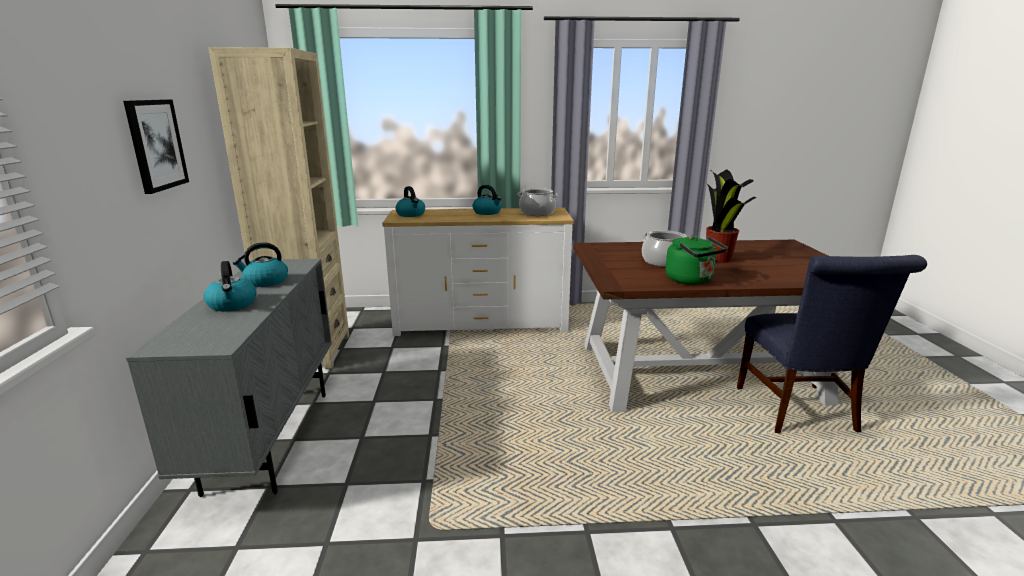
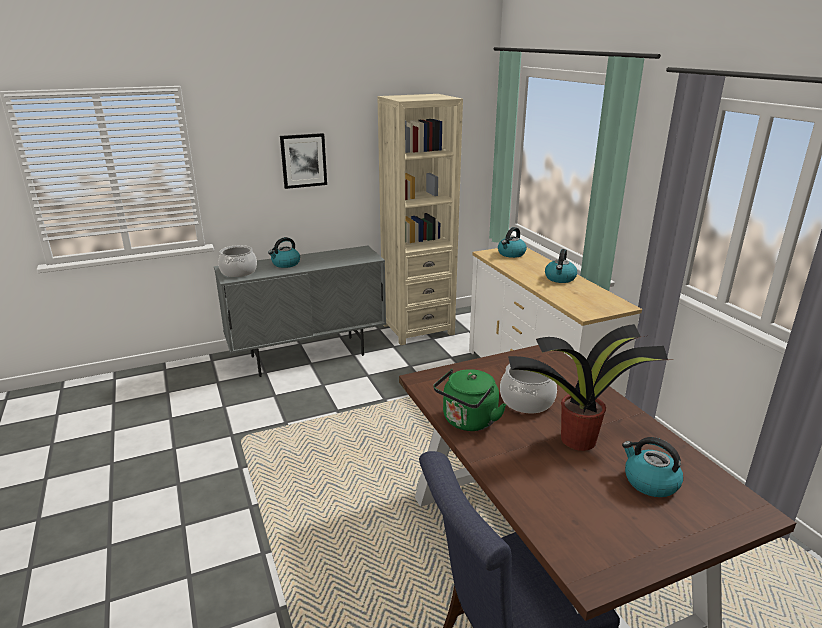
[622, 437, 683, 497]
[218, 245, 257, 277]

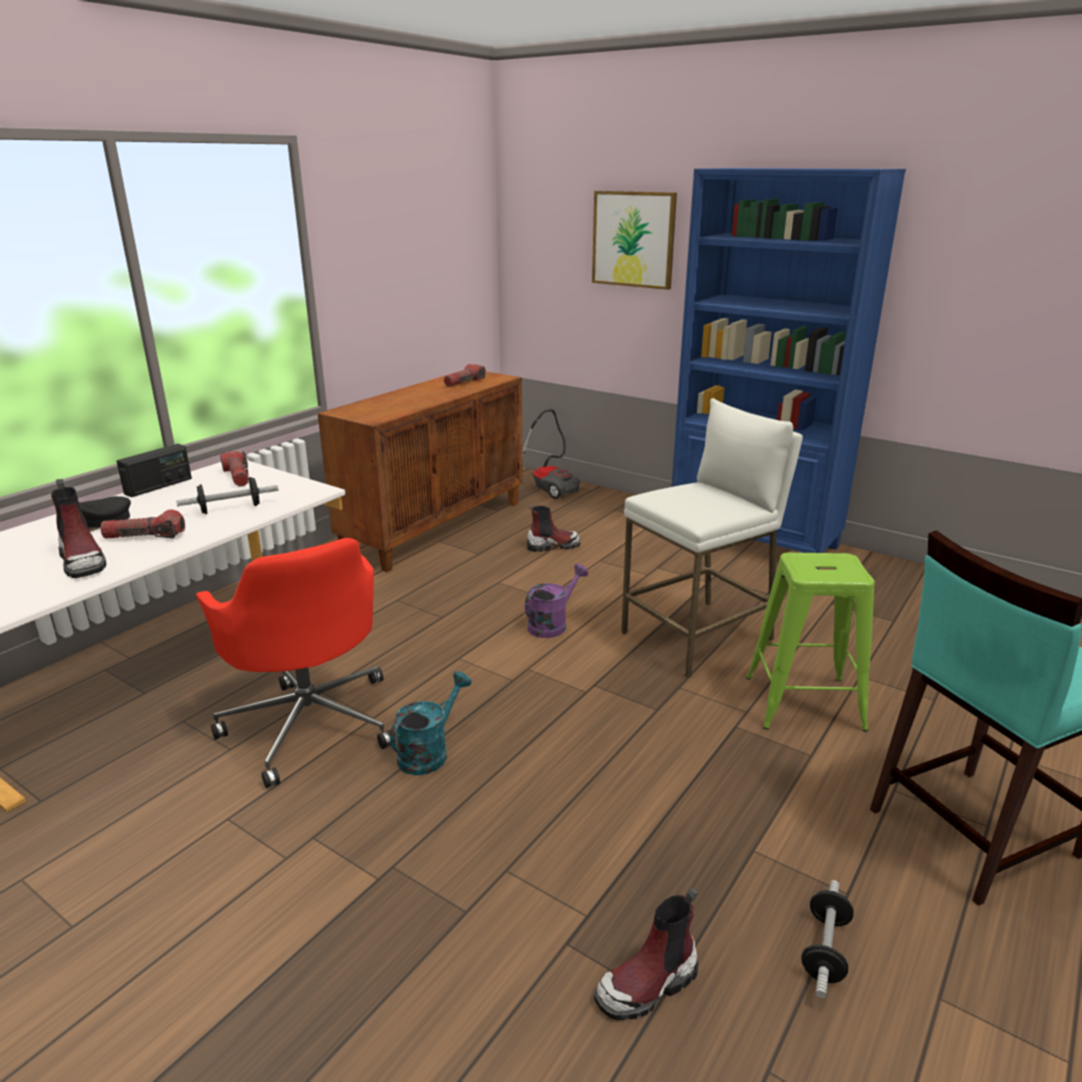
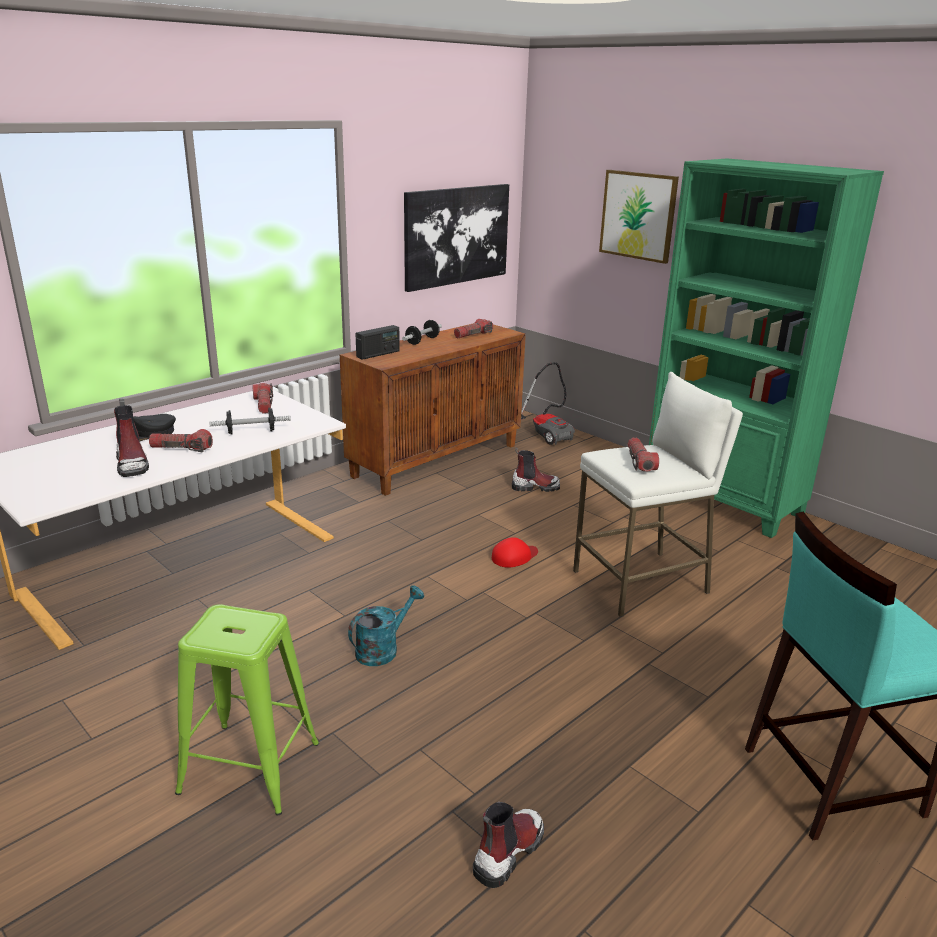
[355, 325, 400, 360]
[196, 538, 391, 788] (first image)
[492, 537, 538, 568]
[473, 802, 544, 888]
[649, 158, 884, 538]
[175, 604, 319, 815]
[402, 320, 442, 345]
[404, 184, 509, 292]
[627, 437, 659, 471]

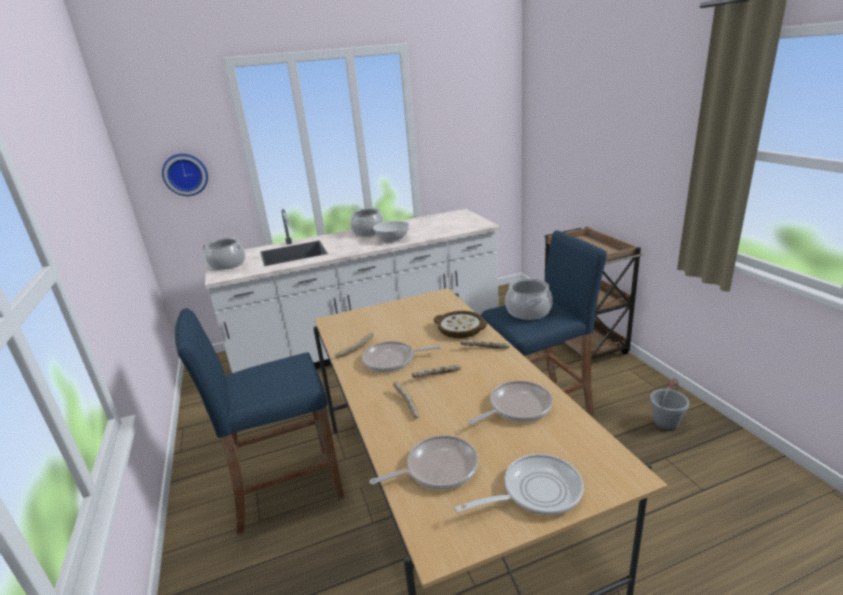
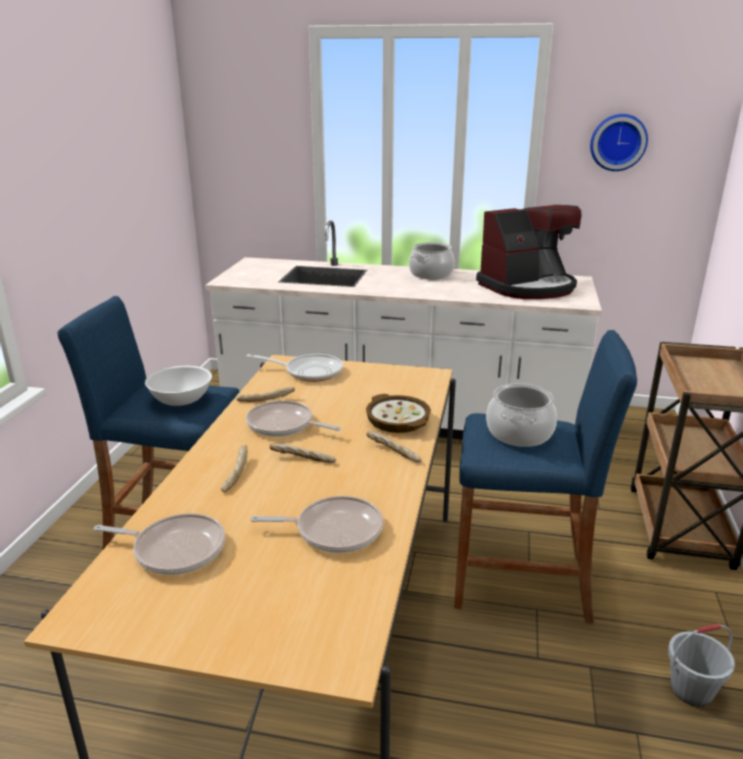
[590, 114, 648, 171]
[202, 237, 245, 270] (first image)
[145, 366, 212, 406]
[246, 354, 343, 382]
[476, 205, 581, 299]

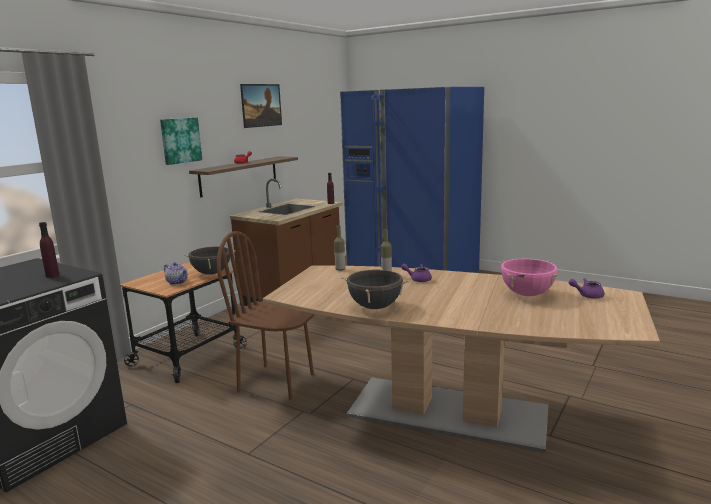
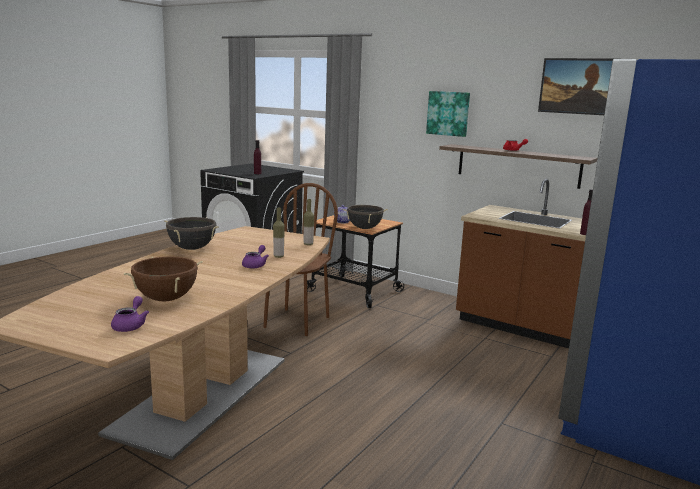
[124, 256, 203, 301]

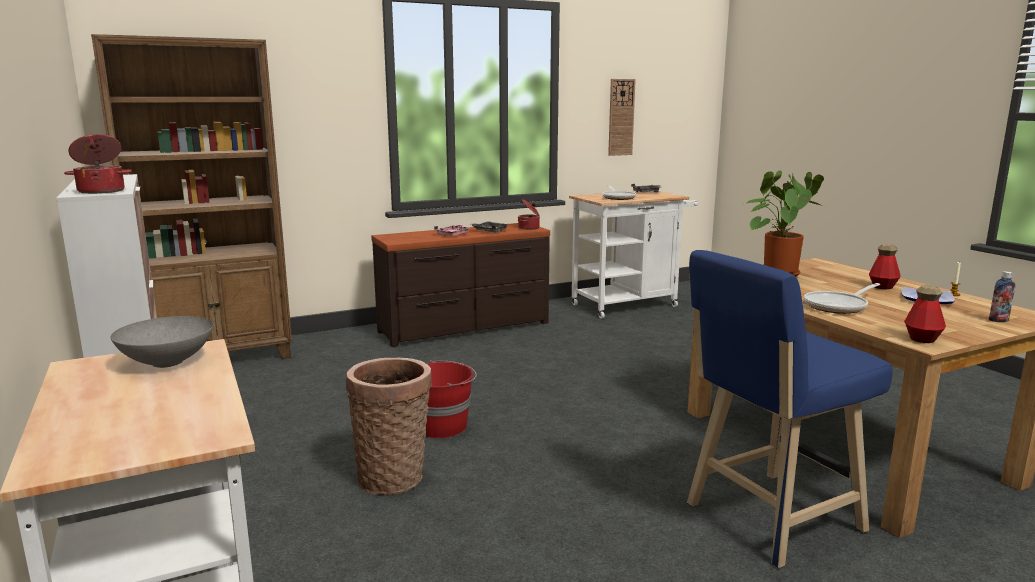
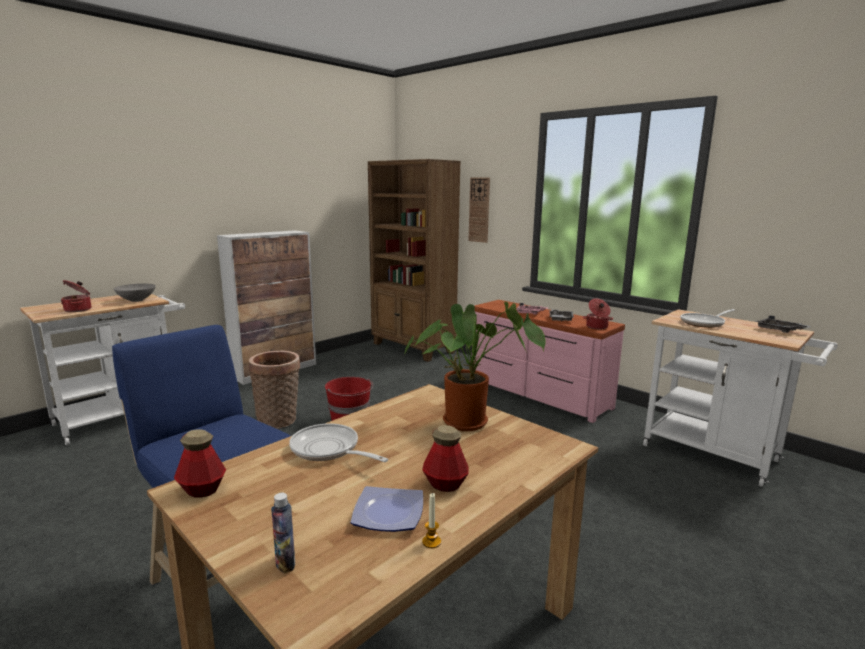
[61, 280, 91, 312]
[473, 300, 625, 423]
[468, 178, 490, 243]

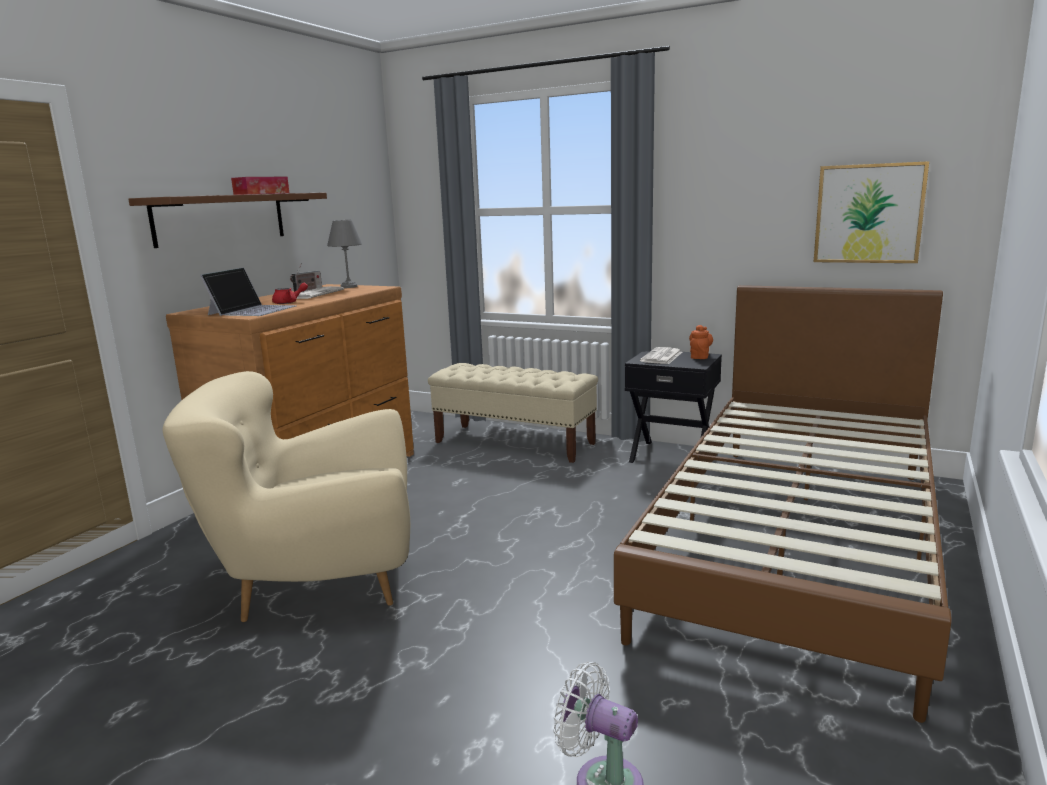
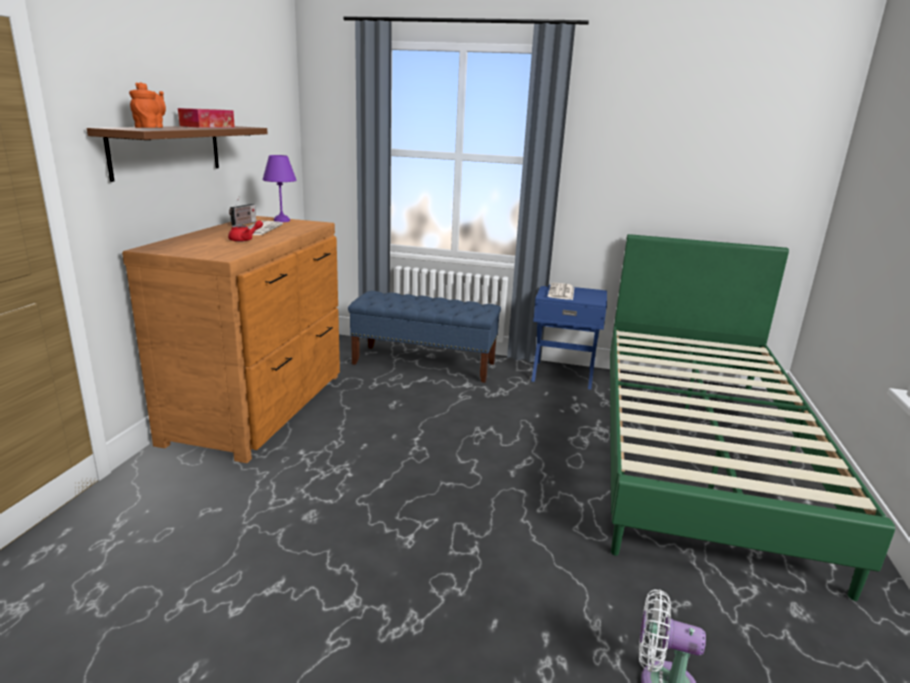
[163, 371, 410, 622] (first image)
[200, 267, 296, 316] (first image)
[262, 155, 296, 222]
[348, 291, 501, 383]
[610, 234, 895, 601]
[531, 285, 607, 390]
[129, 82, 166, 128]
[814, 161, 929, 263] (first image)

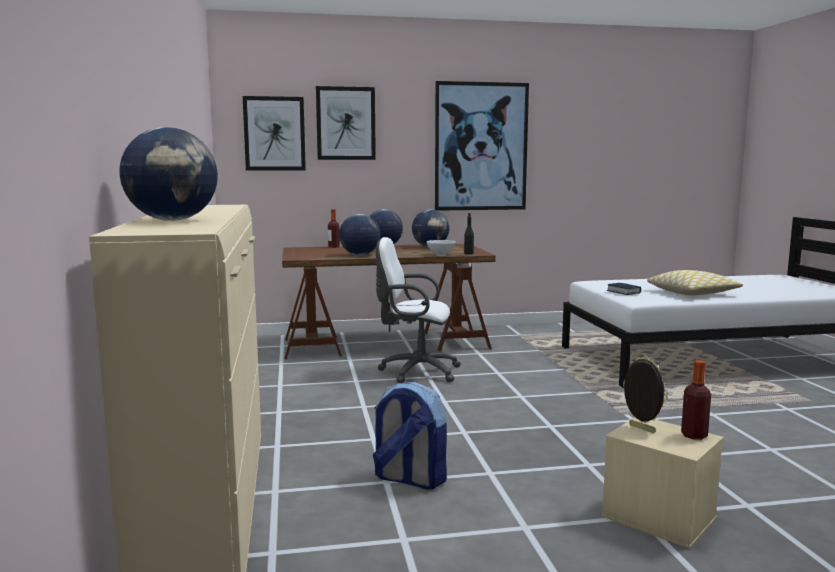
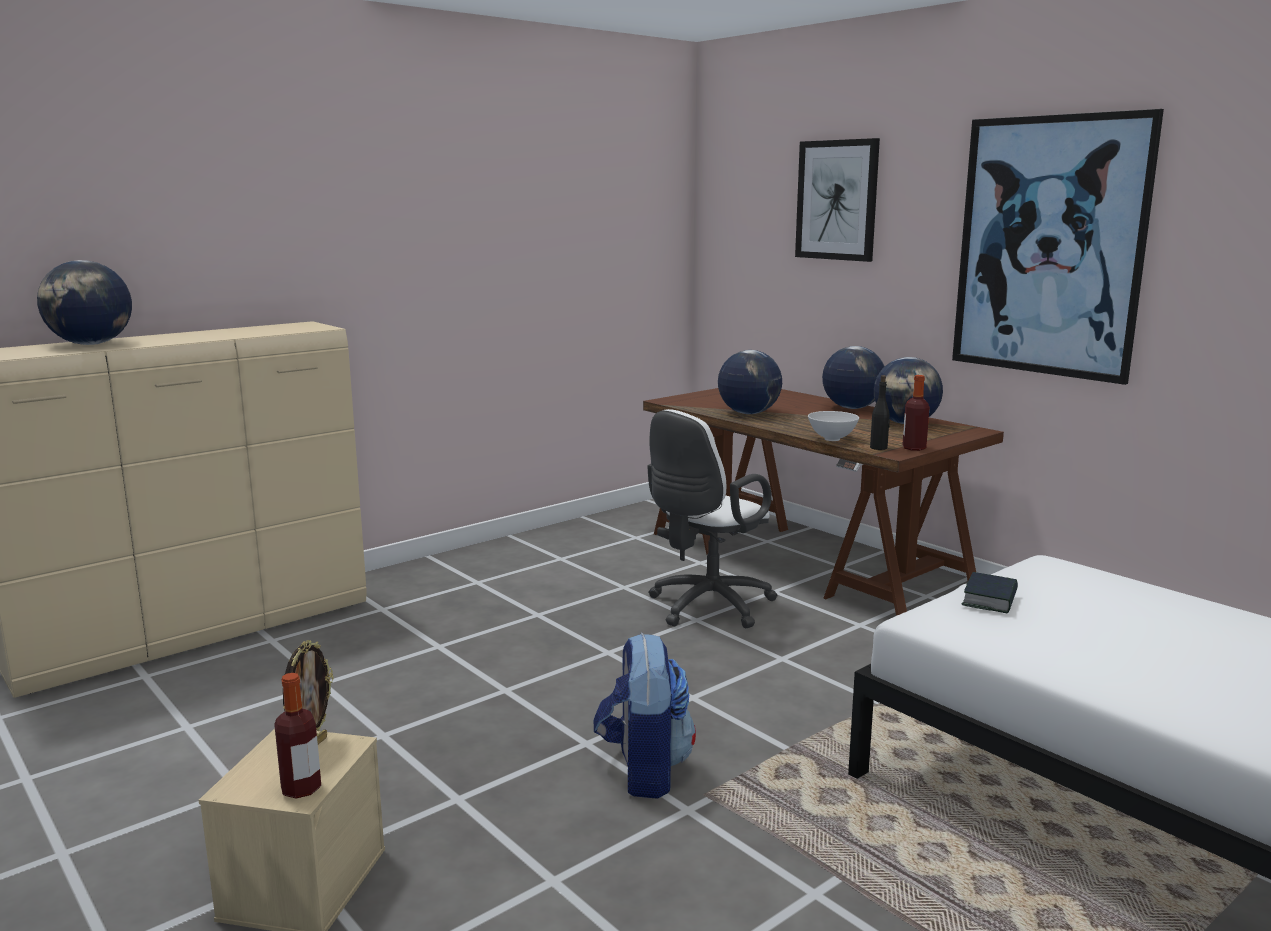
[243, 96, 306, 171] (first image)
[902, 375, 930, 451]
[593, 633, 696, 799]
[647, 409, 777, 628]
[647, 270, 743, 296] (first image)

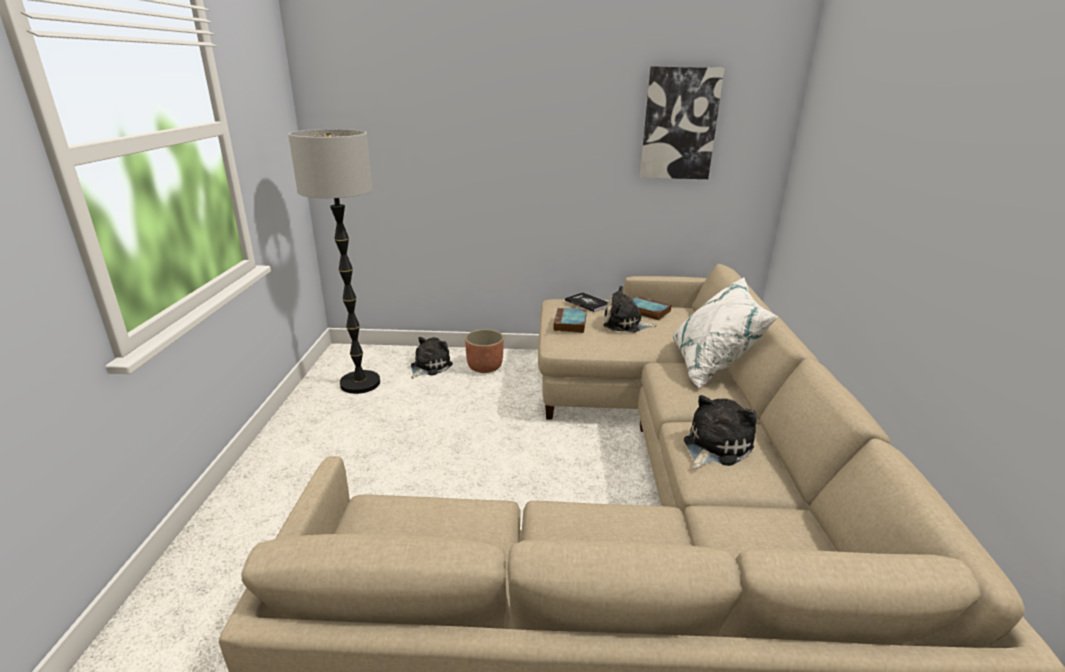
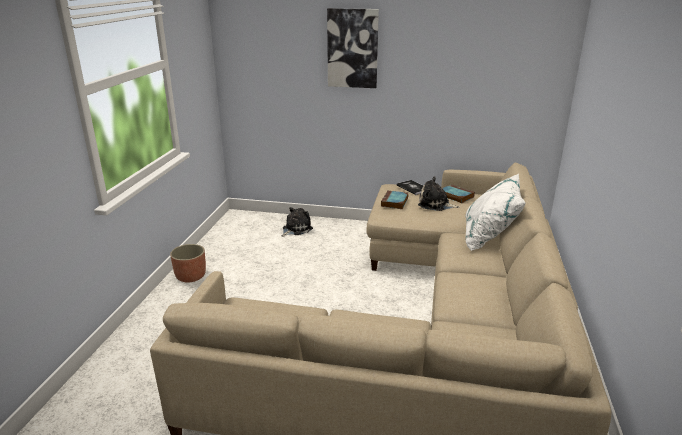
[288, 129, 380, 394] (first image)
[170, 244, 206, 282]
[327, 8, 379, 88]
[684, 395, 757, 469] (first image)

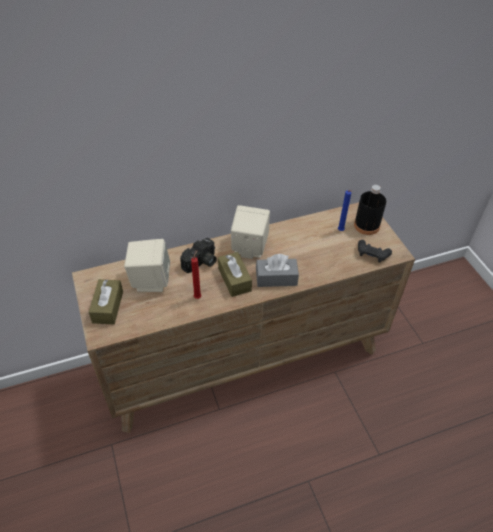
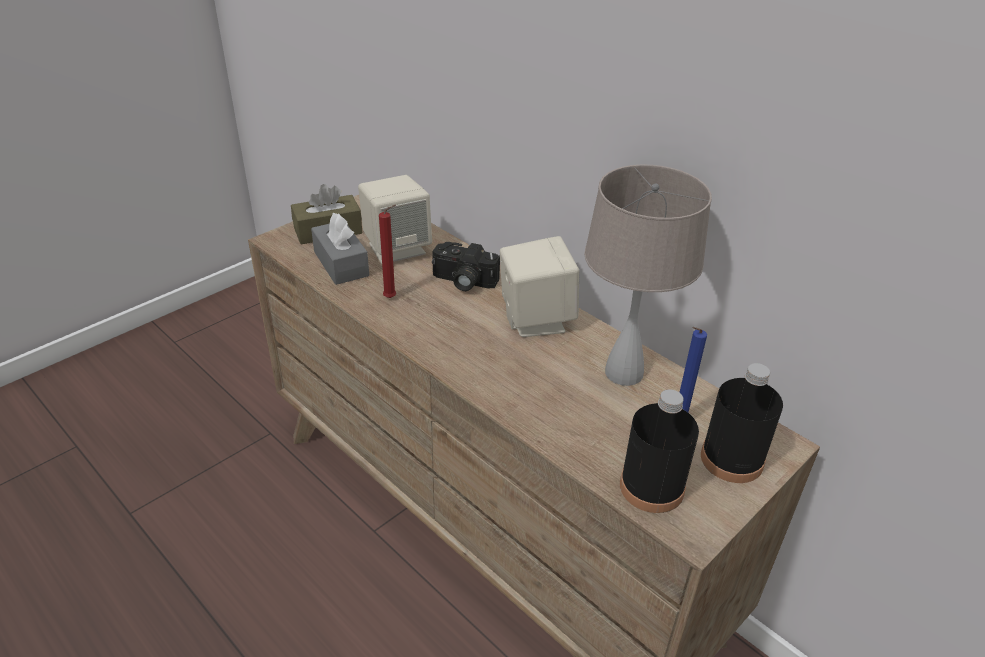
[218, 252, 252, 297] (first image)
[311, 213, 369, 285]
[620, 389, 699, 513]
[584, 165, 712, 386]

